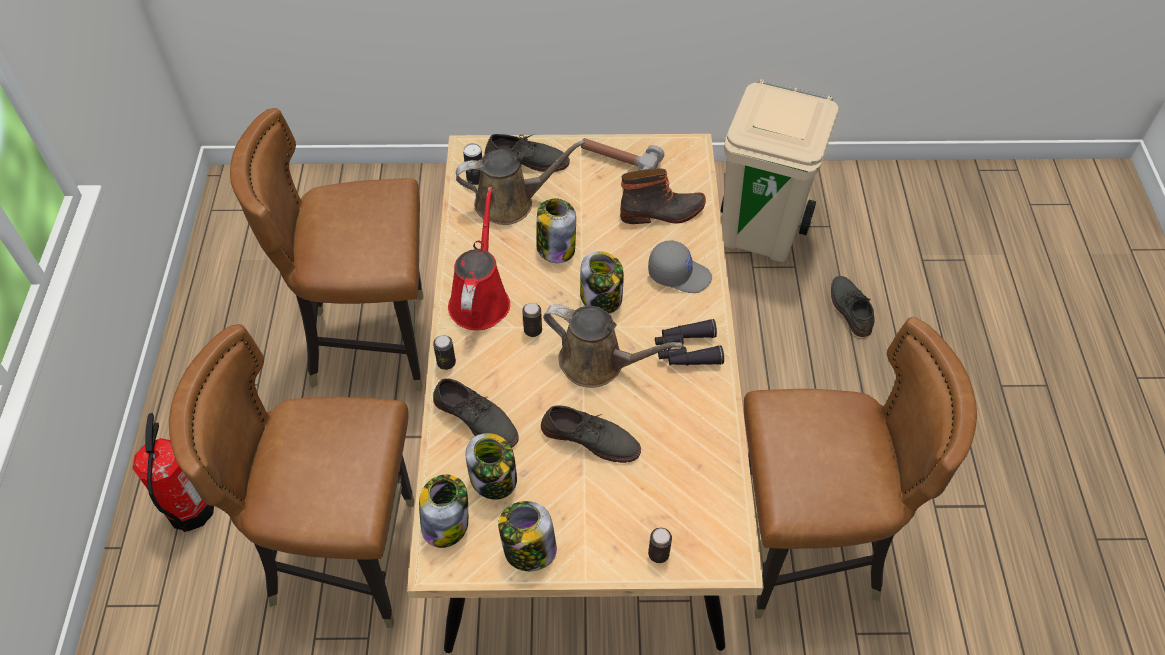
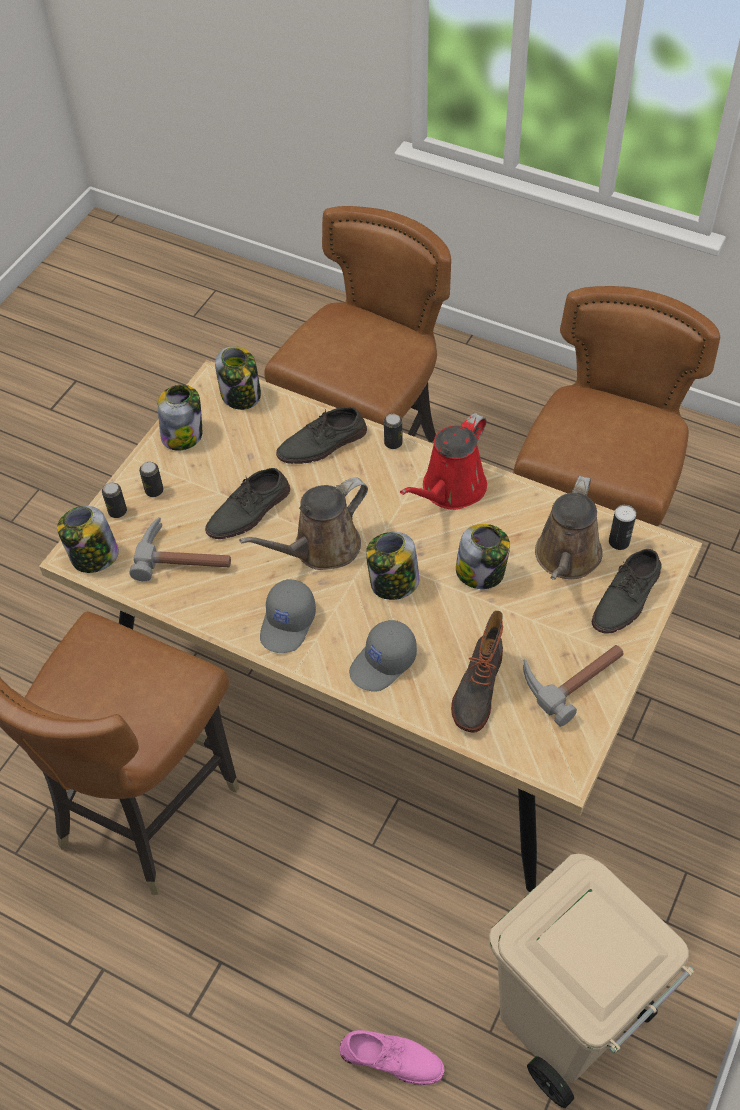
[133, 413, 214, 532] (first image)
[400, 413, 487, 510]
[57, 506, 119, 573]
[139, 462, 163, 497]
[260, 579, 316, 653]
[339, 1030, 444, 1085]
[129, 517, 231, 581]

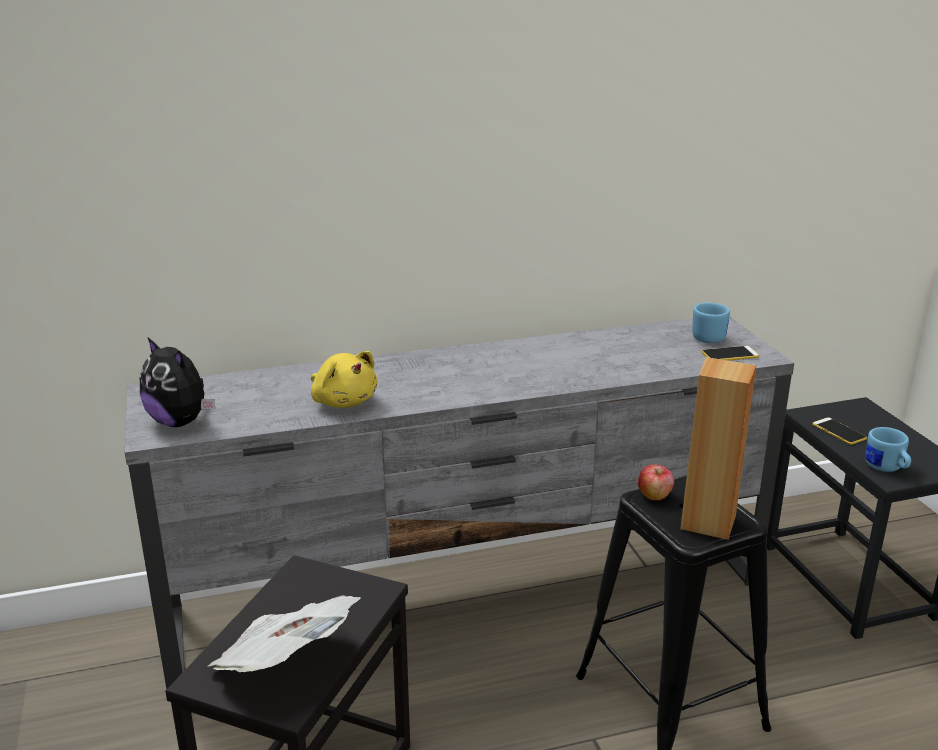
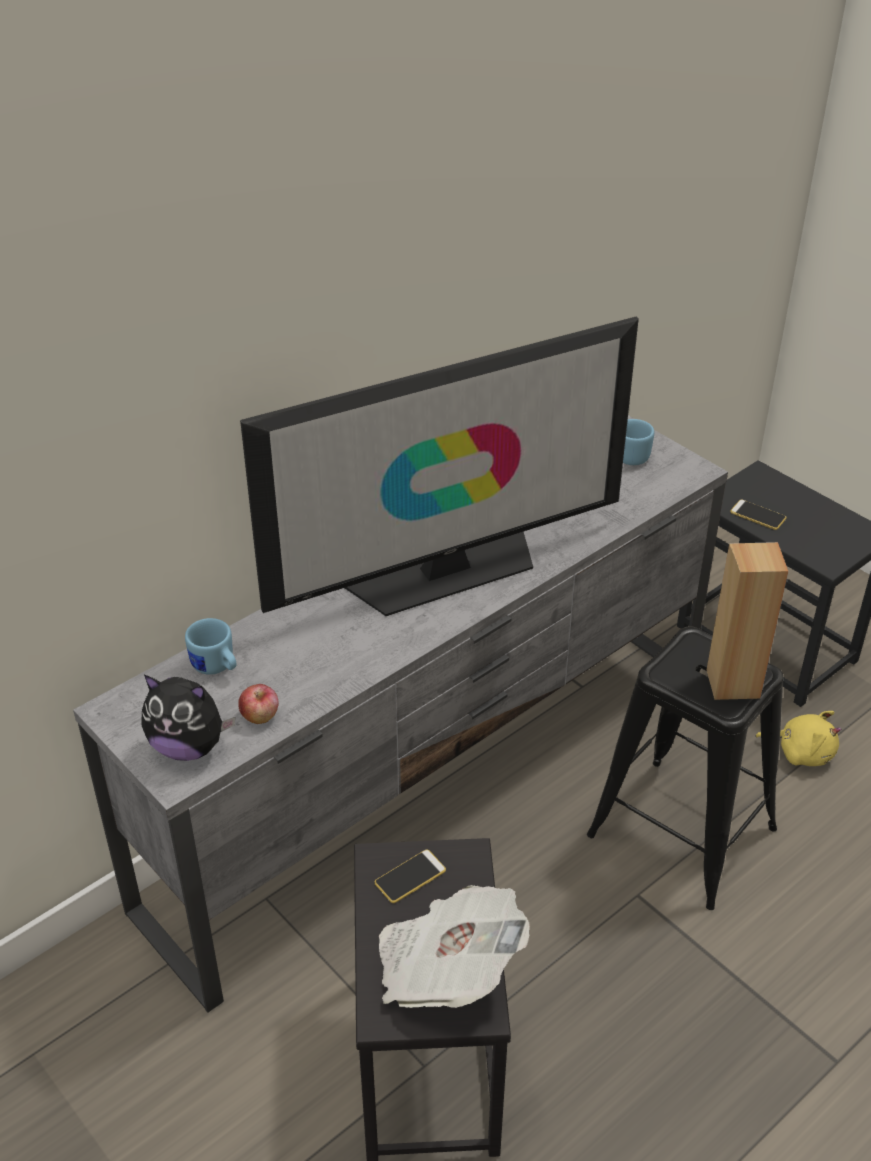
[755, 711, 841, 766]
[238, 684, 279, 724]
[374, 850, 446, 903]
[185, 618, 237, 675]
[240, 317, 639, 616]

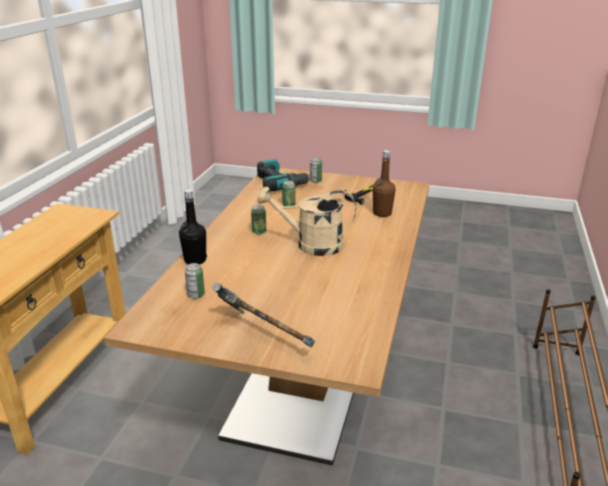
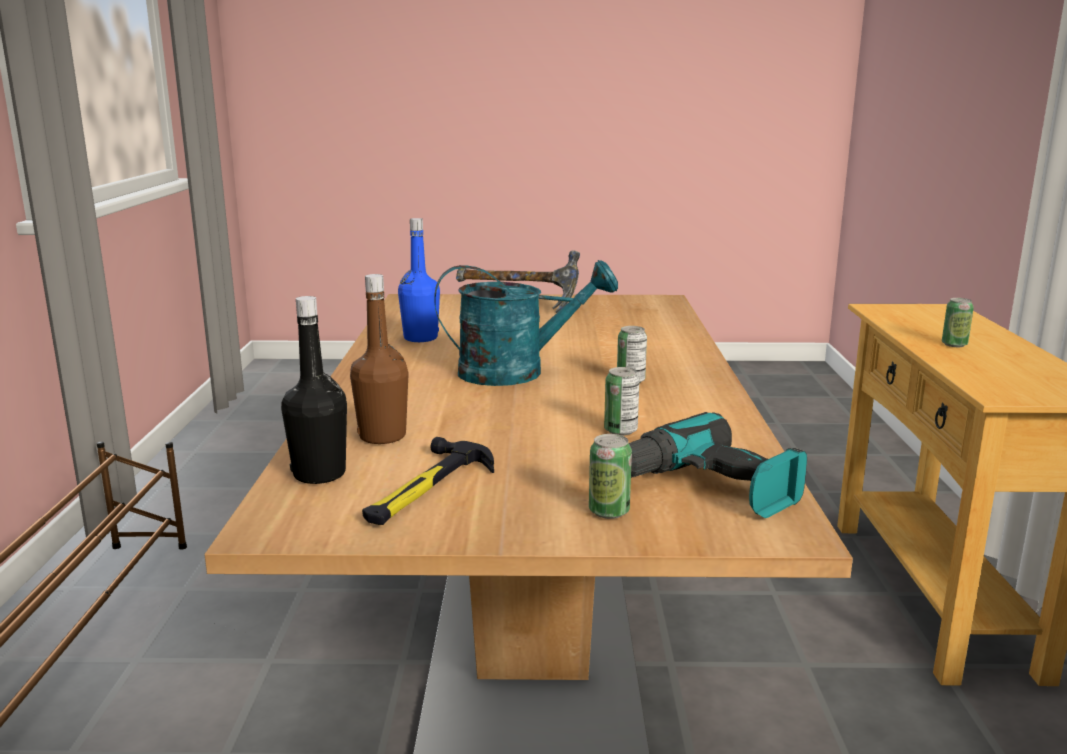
[281, 296, 347, 484]
[942, 298, 974, 347]
[434, 260, 618, 386]
[398, 218, 440, 342]

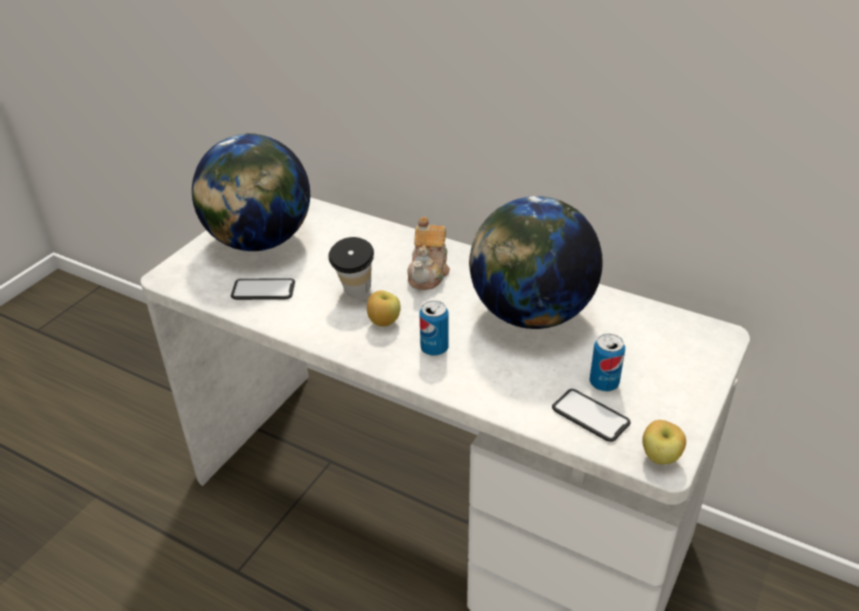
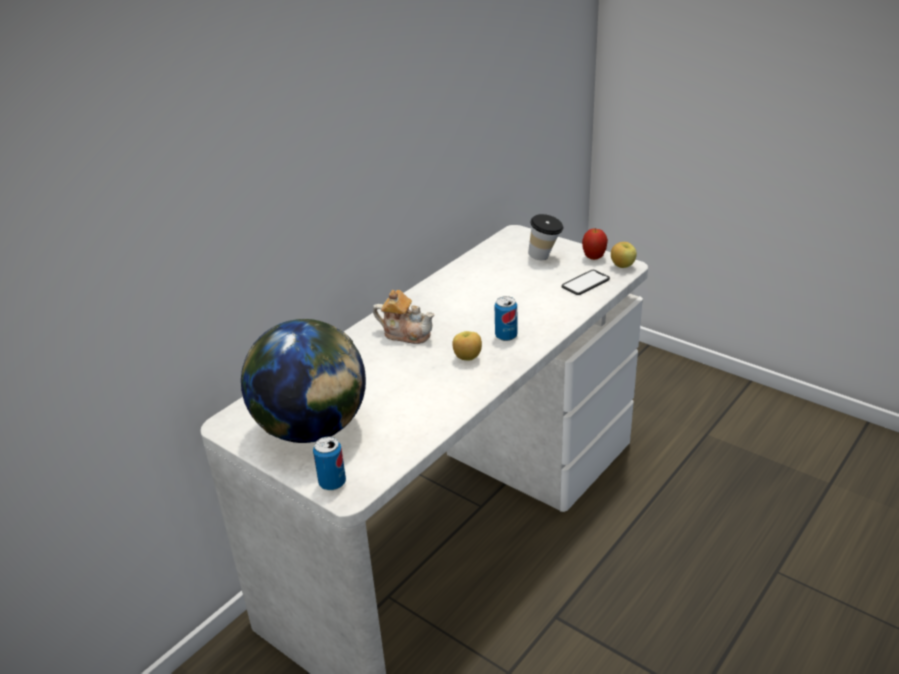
[231, 278, 295, 300] (first image)
[528, 214, 563, 260]
[469, 196, 603, 329] (first image)
[313, 437, 346, 490]
[582, 229, 608, 260]

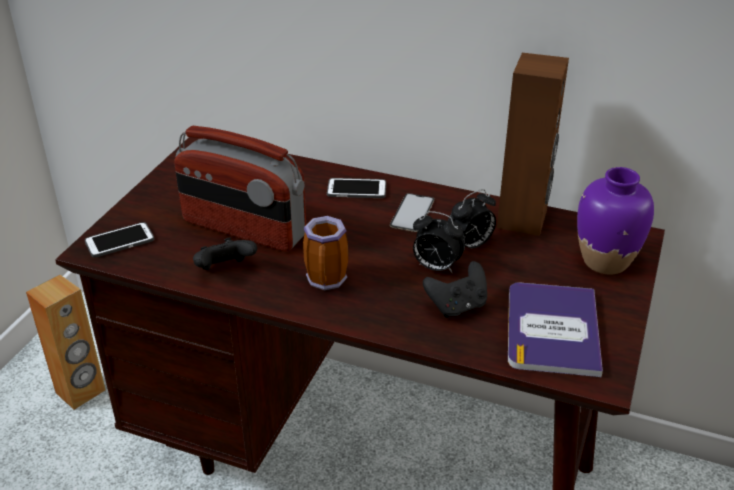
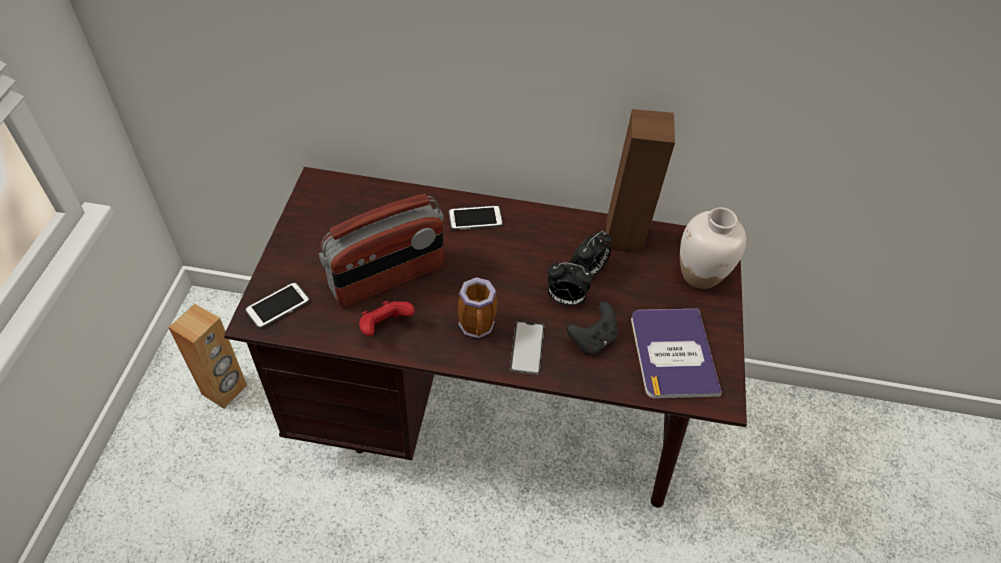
[319, 194, 444, 307]
[359, 301, 415, 336]
[510, 321, 545, 375]
[680, 207, 746, 289]

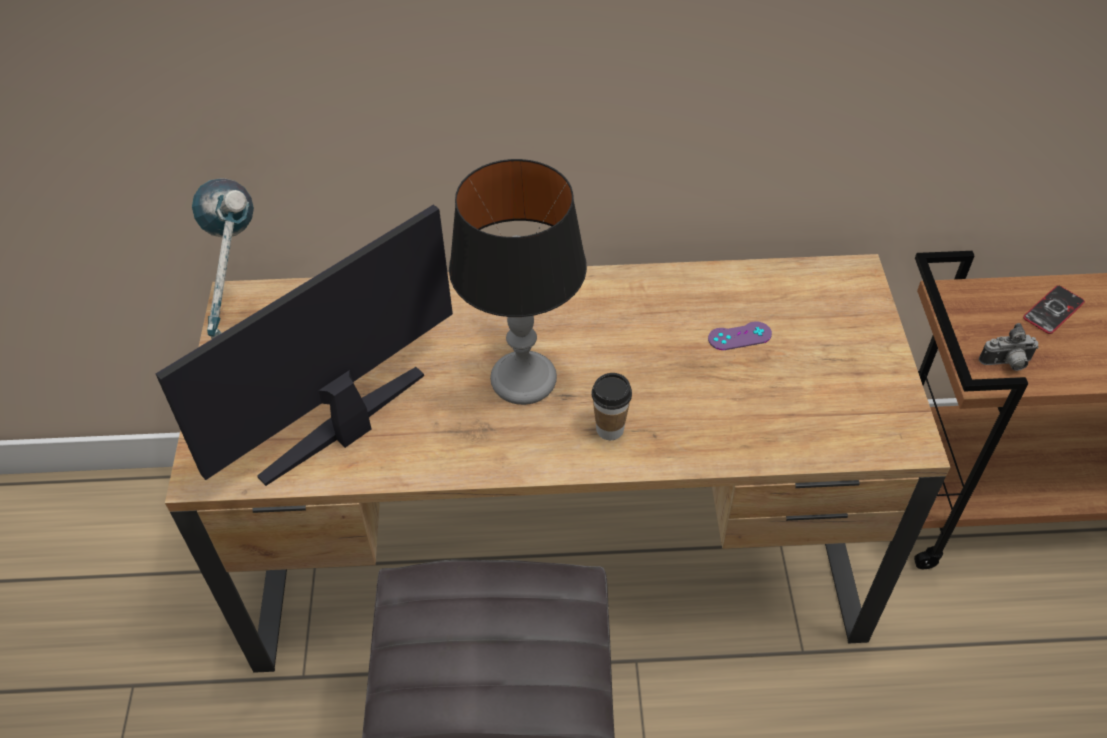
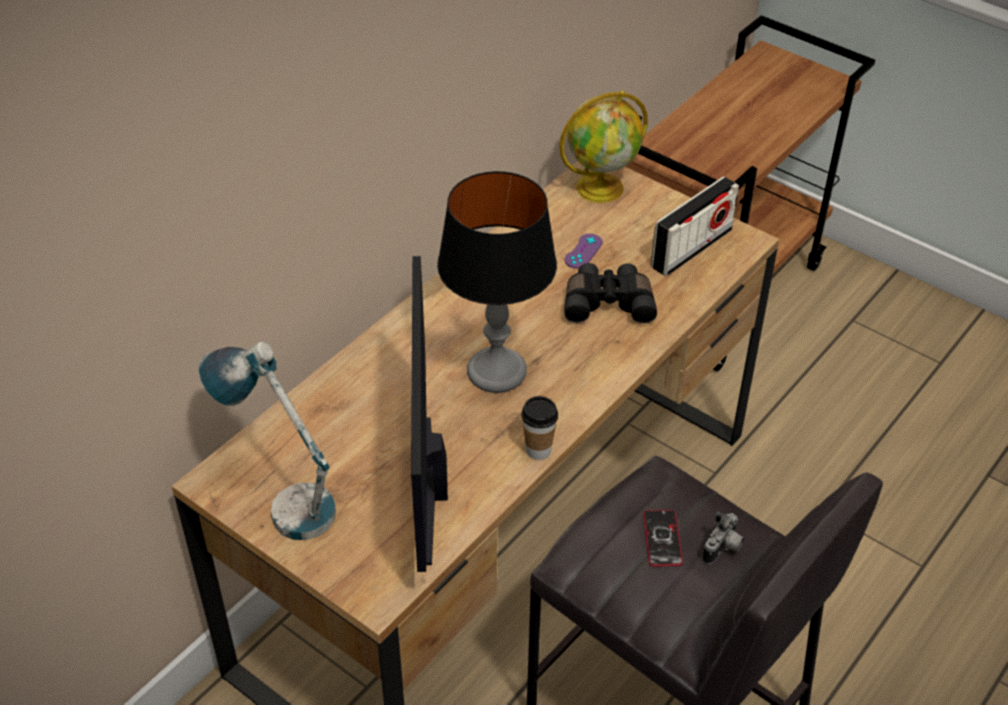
[521, 396, 558, 460]
[702, 511, 744, 564]
[643, 510, 683, 566]
[559, 90, 648, 203]
[564, 263, 657, 324]
[651, 176, 739, 276]

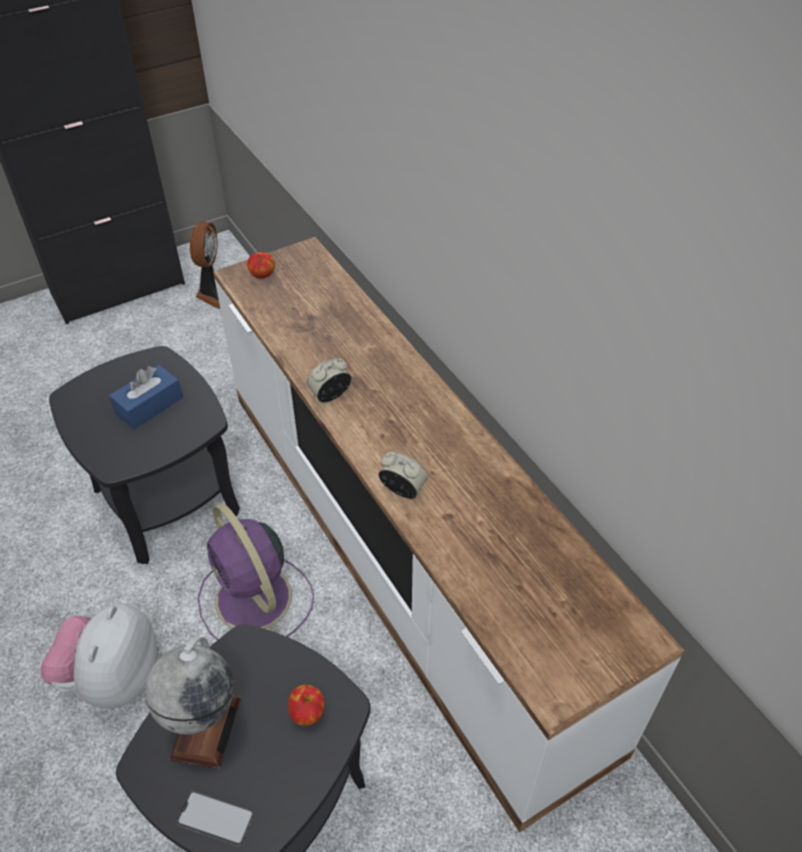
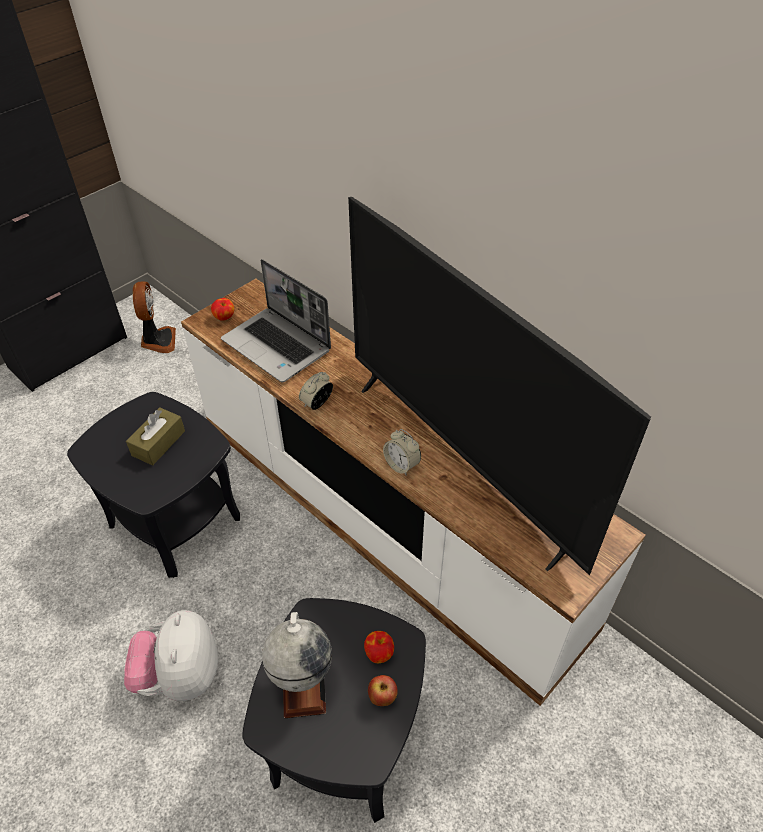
[126, 407, 185, 466]
[176, 790, 254, 846] (first image)
[198, 503, 314, 640] (first image)
[383, 429, 421, 476]
[221, 259, 331, 382]
[348, 197, 651, 576]
[368, 675, 398, 706]

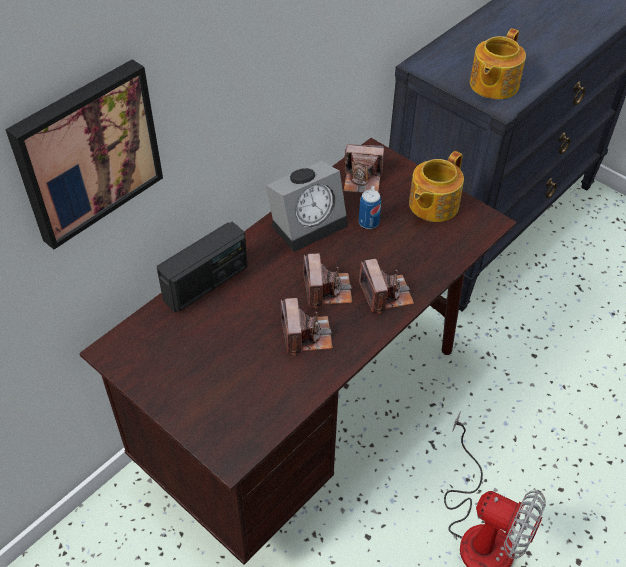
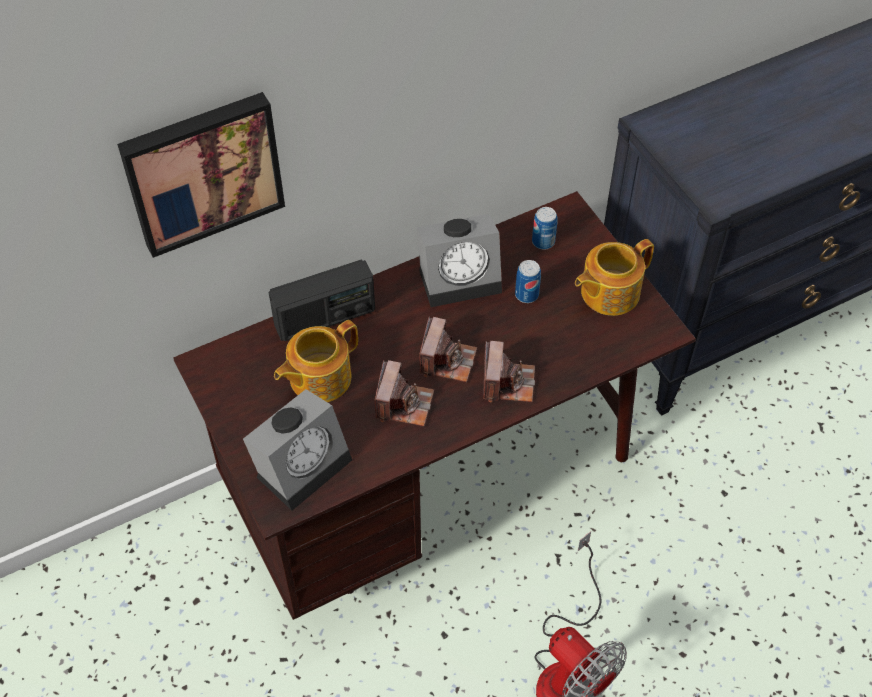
[532, 207, 557, 250]
[274, 320, 358, 402]
[243, 389, 352, 511]

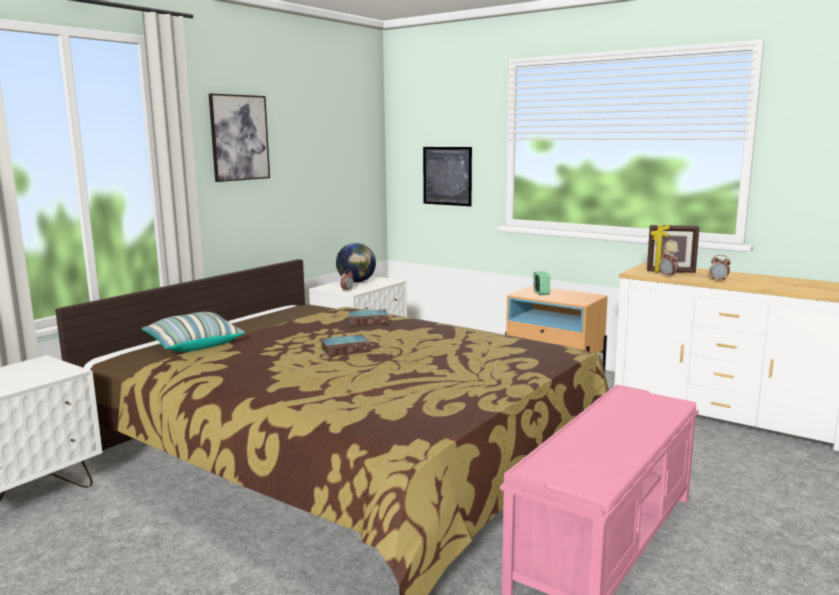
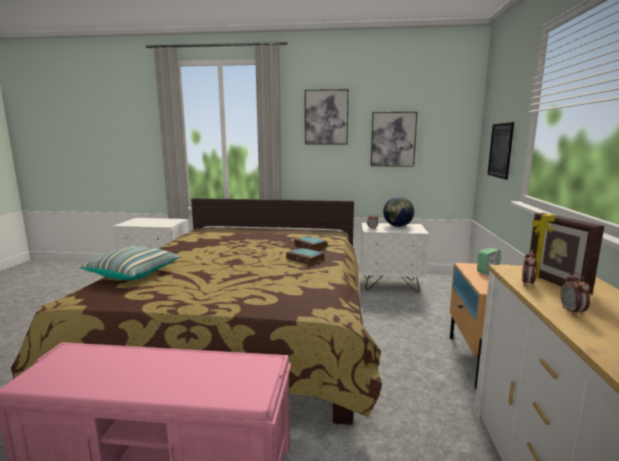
[80, 246, 182, 280]
[286, 248, 324, 265]
[371, 112, 417, 167]

